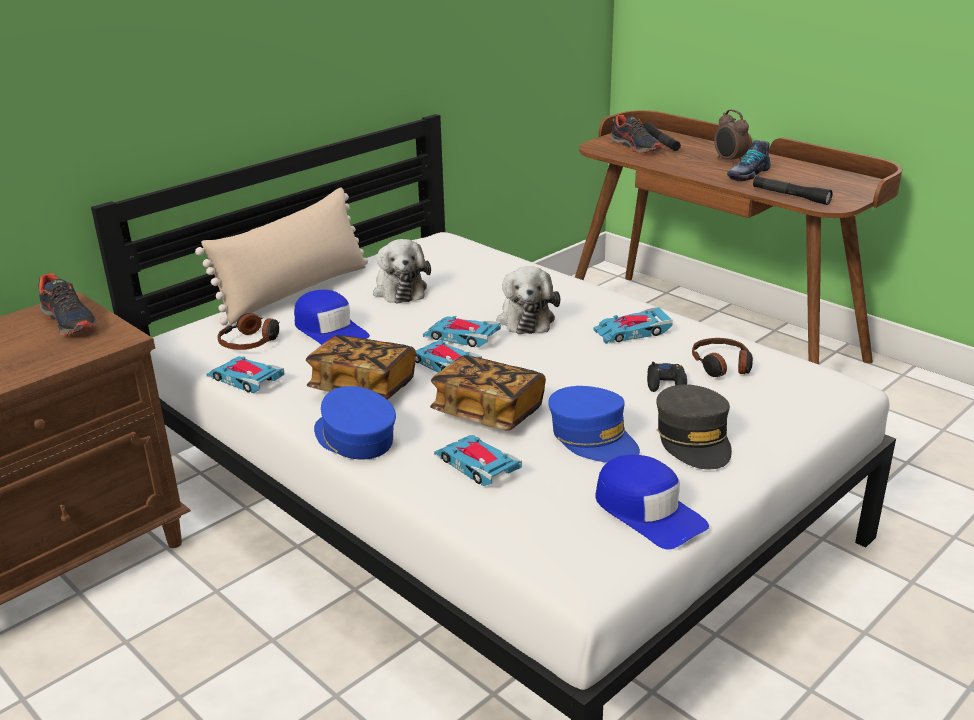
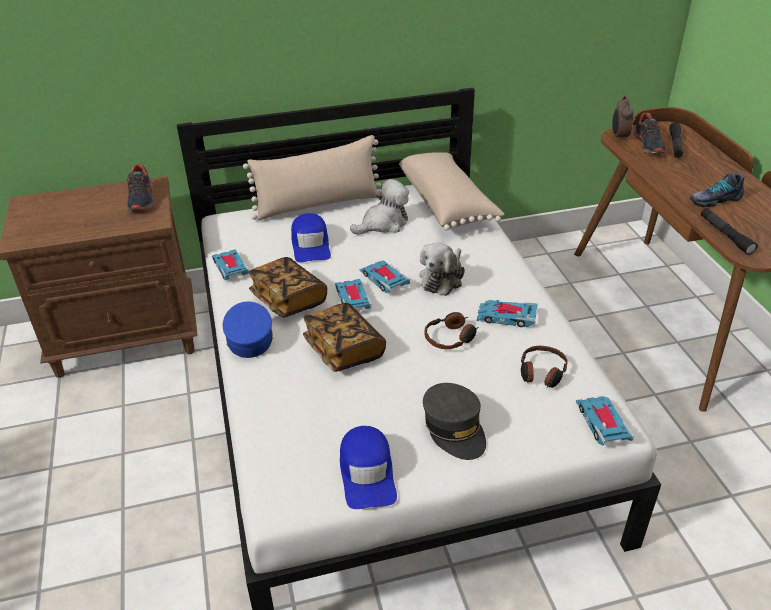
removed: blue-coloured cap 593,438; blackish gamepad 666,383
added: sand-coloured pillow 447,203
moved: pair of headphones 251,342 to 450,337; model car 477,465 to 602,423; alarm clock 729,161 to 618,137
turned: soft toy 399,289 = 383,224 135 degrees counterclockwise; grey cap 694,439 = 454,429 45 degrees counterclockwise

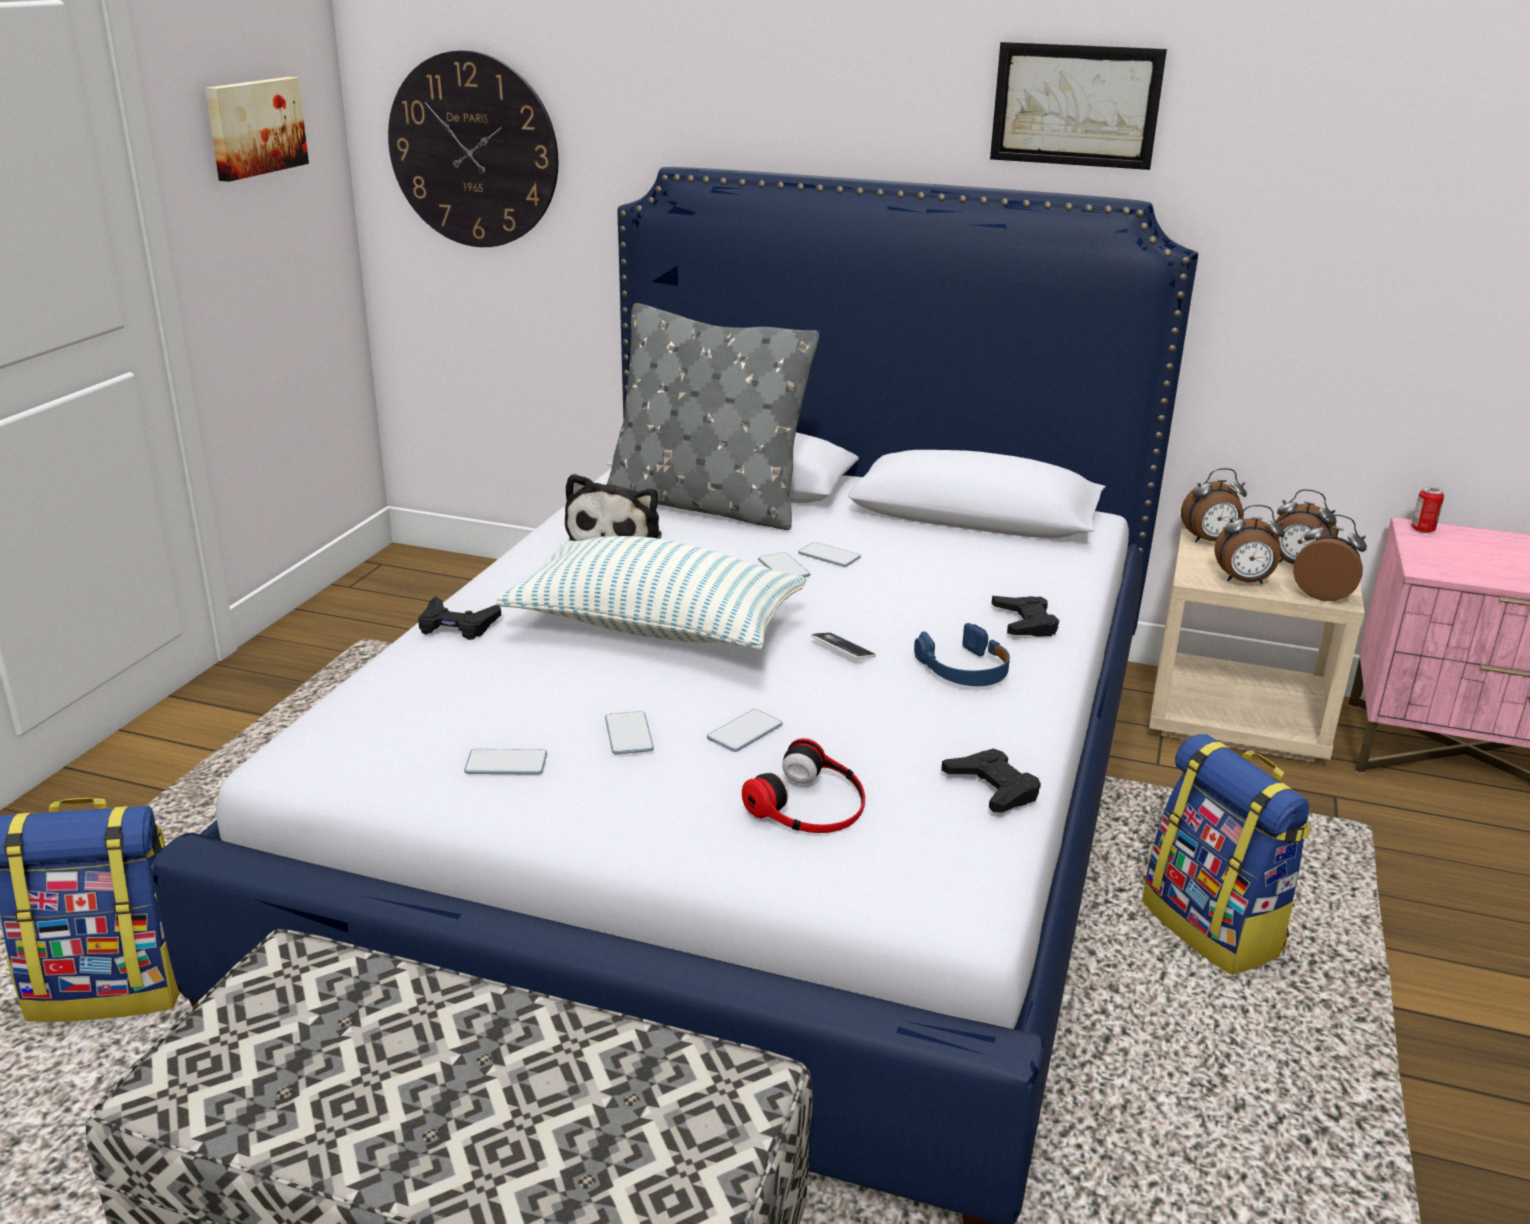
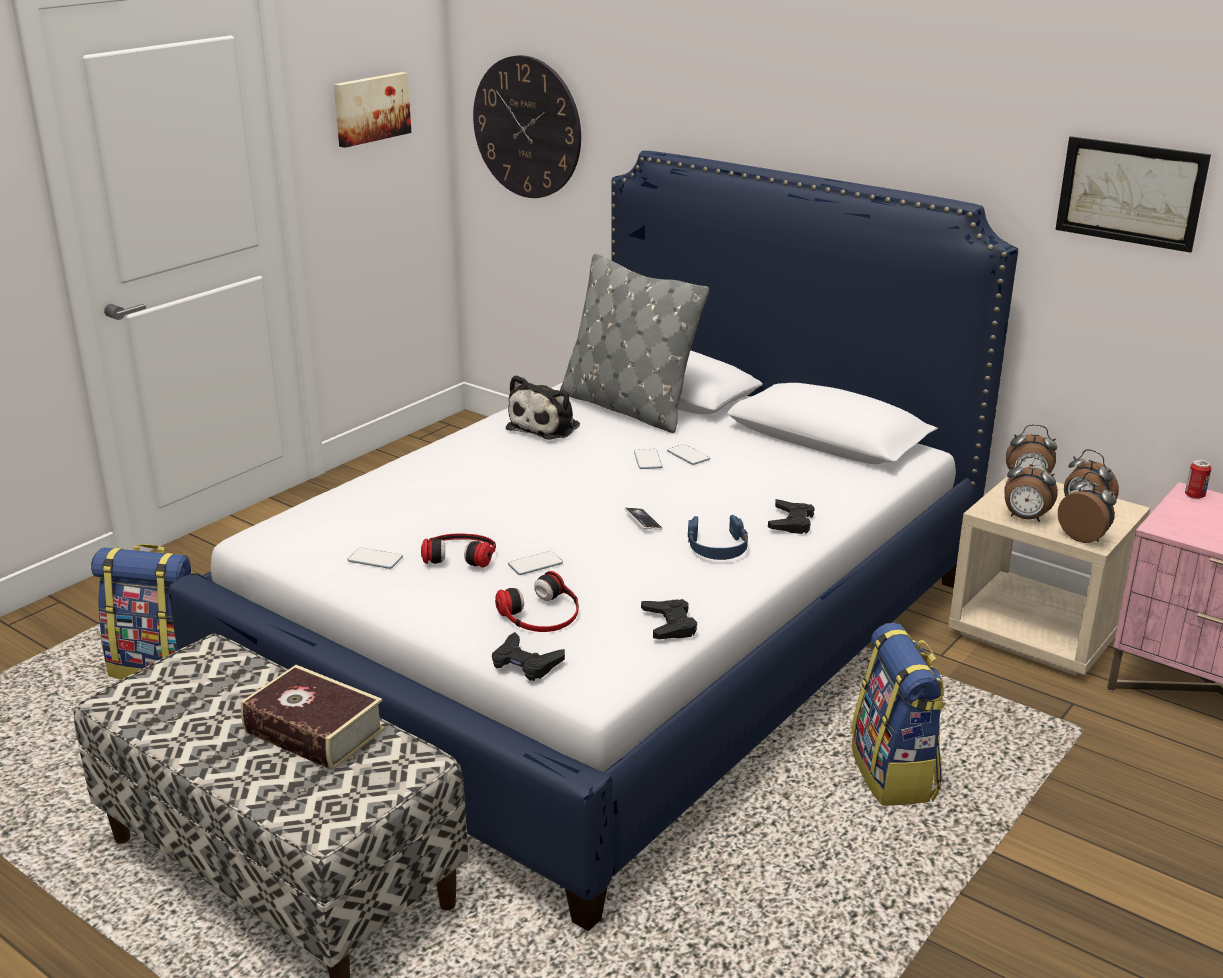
removed: pillow 655,628
added: book 314,731
moved: blackish gamepad 457,625 to 526,663; wall picture 1075,105 to 1130,193
replaced: telephone 629,734 to pair of headphones 460,554

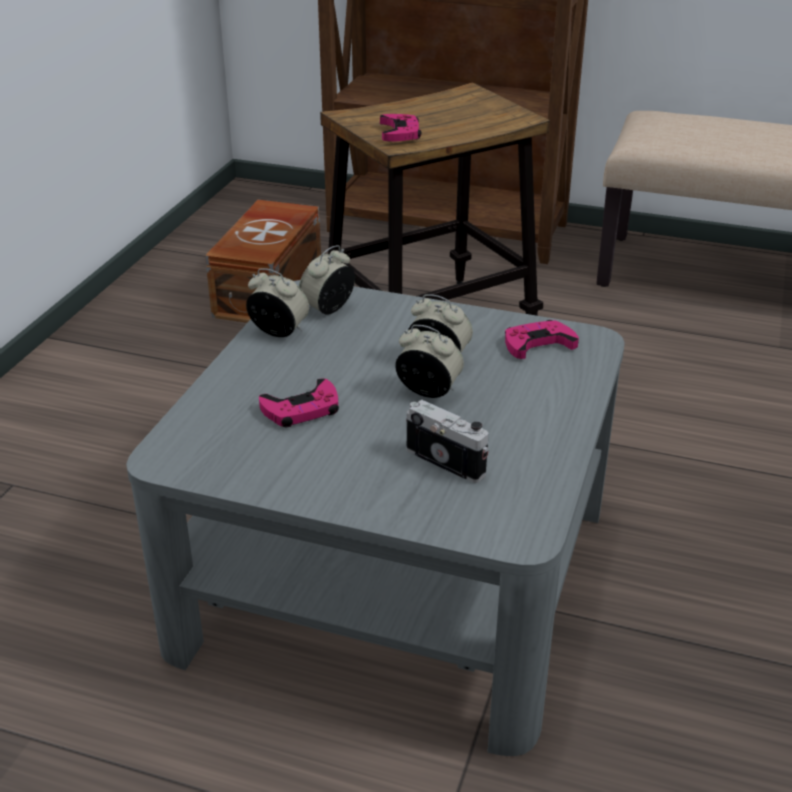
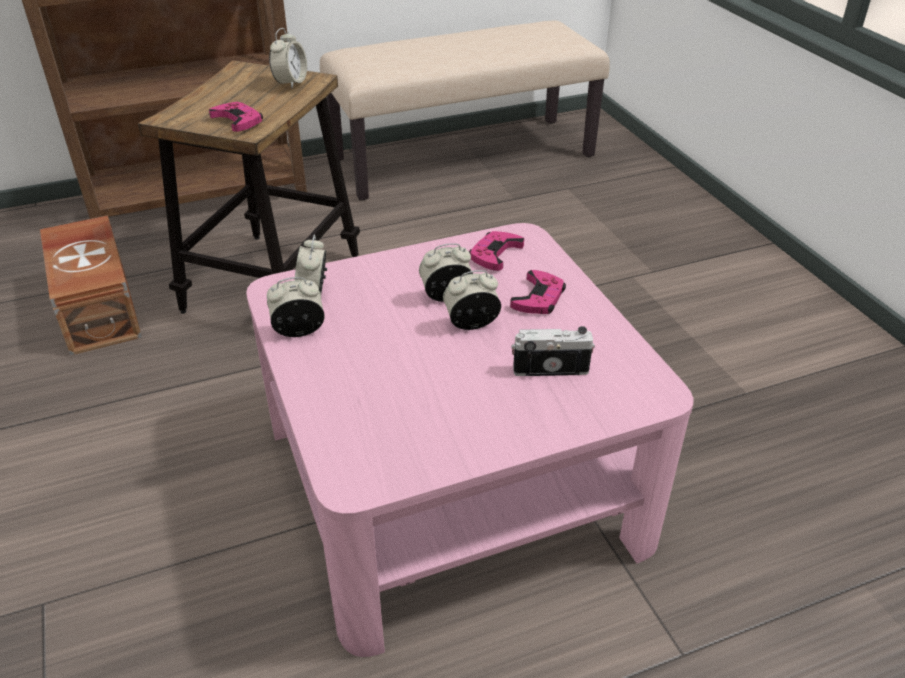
added: alarm clock 291,83
moved: pink gamepad 302,410 to 538,298
recoloured: grey coffee table 393,575 to pink coffee table 451,483

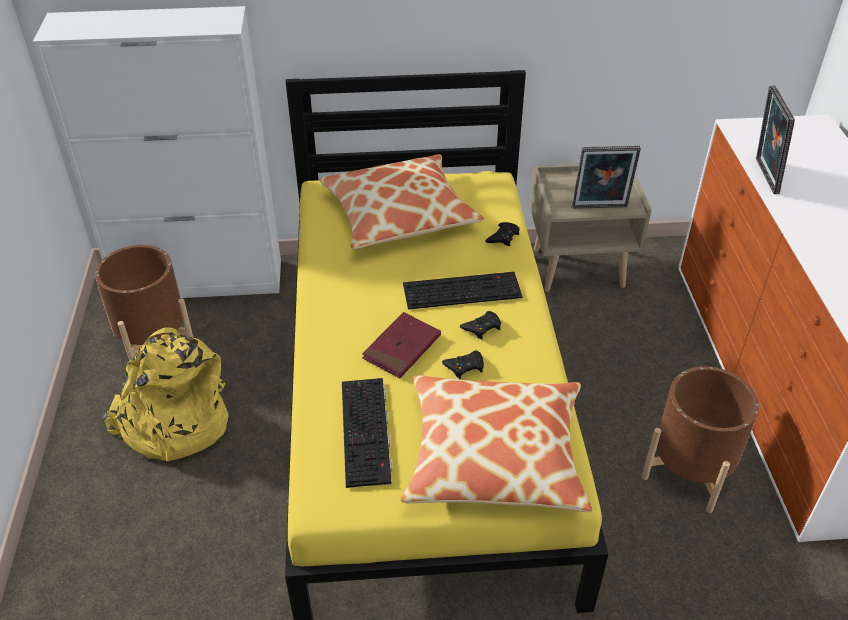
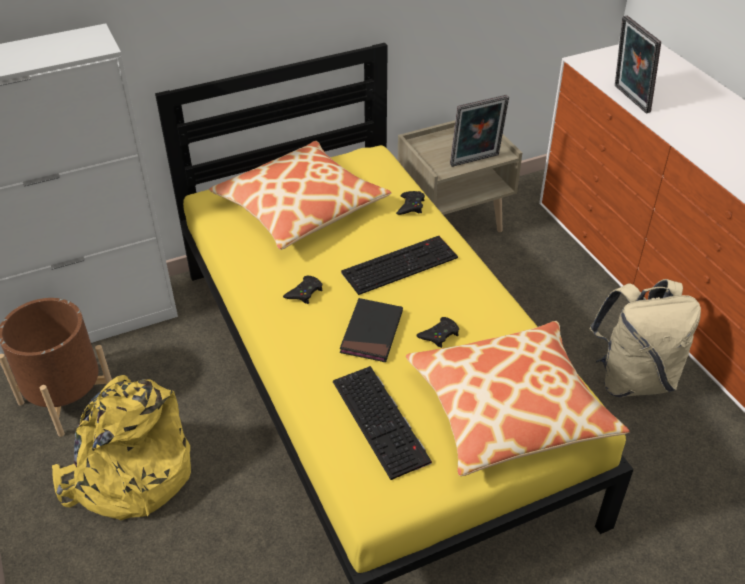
moved: blackish gamepad 482,327 to 304,292
replaced: brown plant pot 690,470 to sand-coloured rucksack 633,378
recoloured: reddish book 402,348 to blackish book 371,333

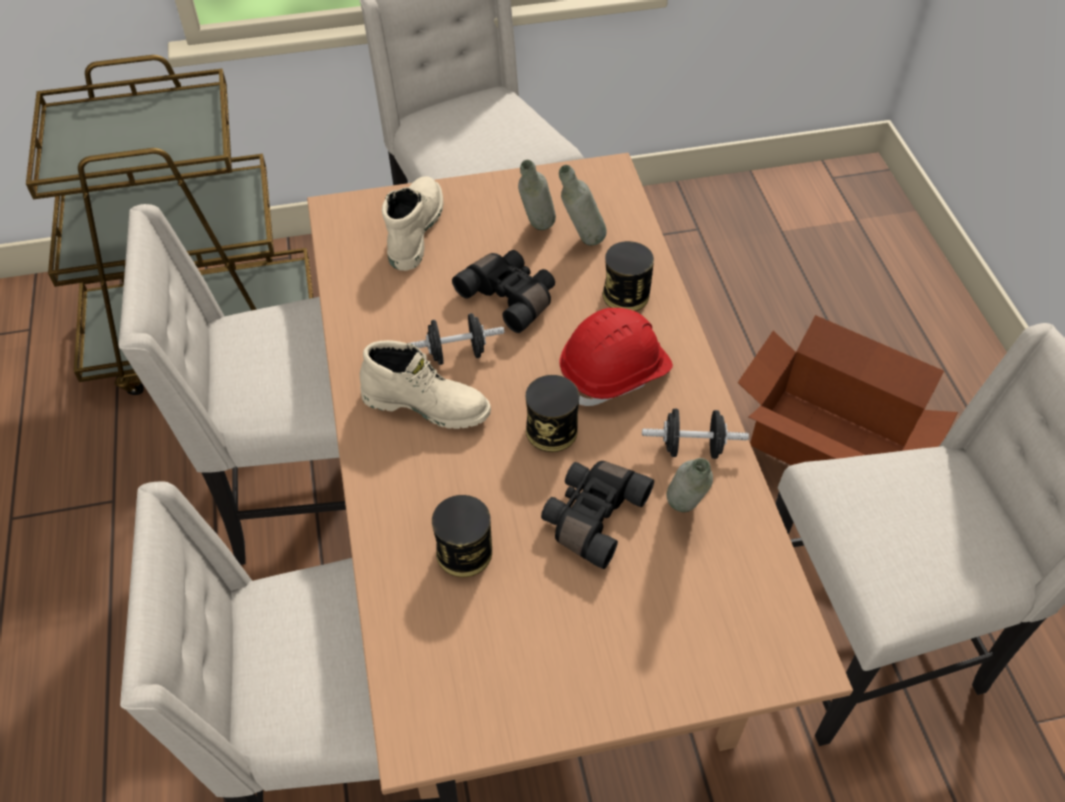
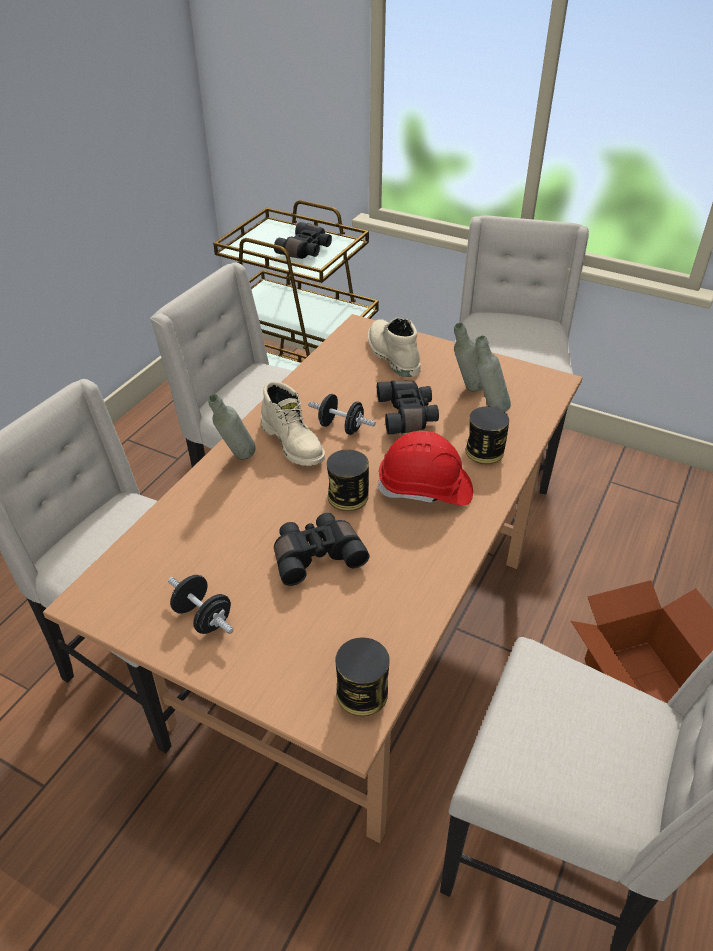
added: blackish binoculars 306,250
moved: blackish dumbbell 692,447 to 203,617; grey drink bottle 683,515 to 237,460; can 464,552 to 362,693
turned: sand-coloured boot 413,230 = 391,355 75 degrees counterclockwise

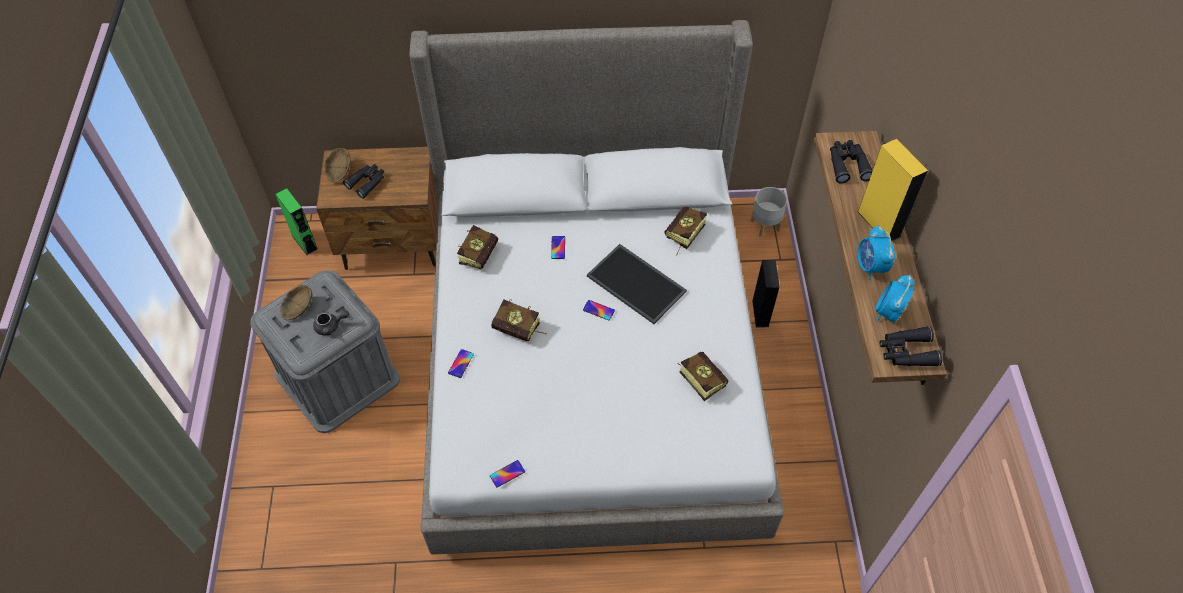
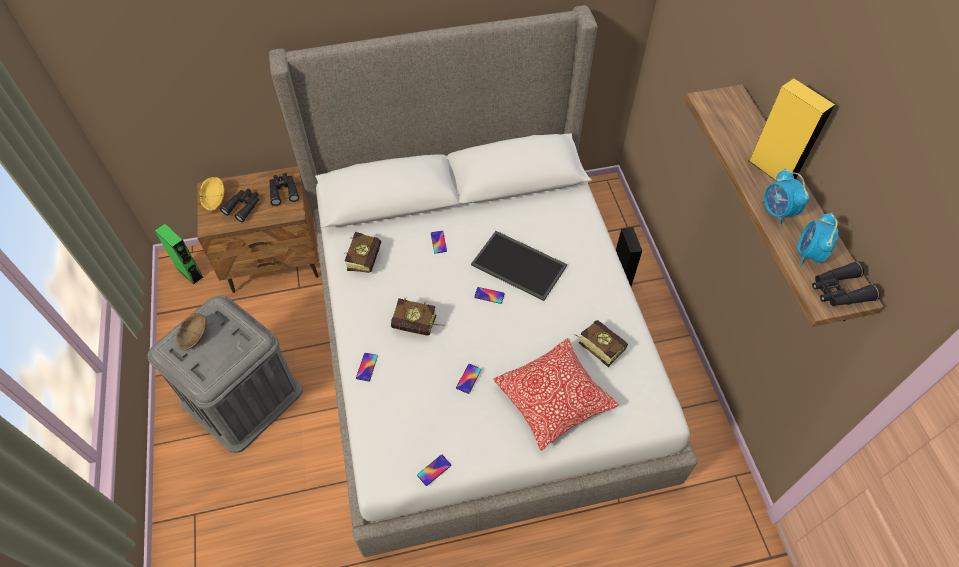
removed: grey tea pot 331,326; book 682,237; grey plant pot 765,225
added: telephone 468,378; pillow 553,399
moved: blackish binoculars 847,165 to 283,191
recoloured: brown deep dish 338,171 to yellowish deep dish 214,200

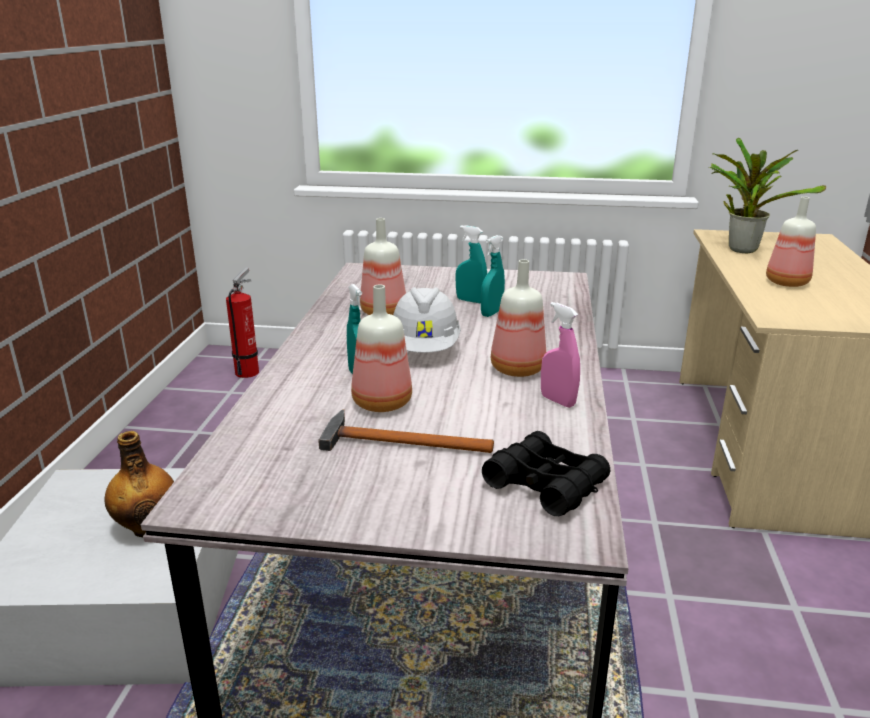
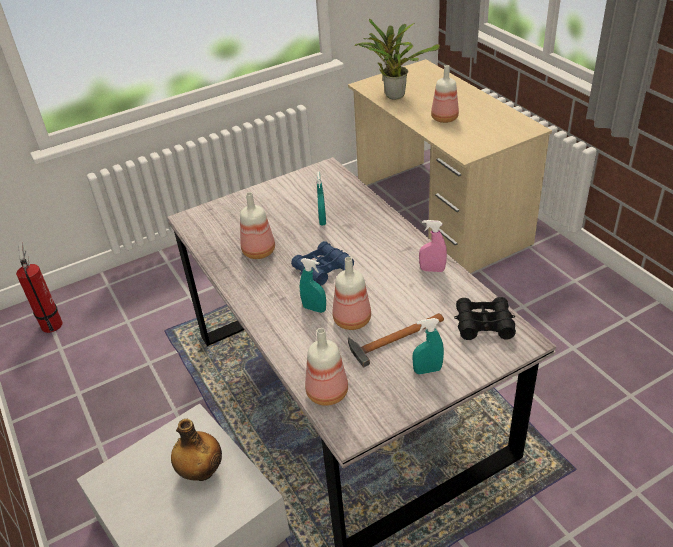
moved: drink bottle 517,370 to 327,394; turquoise hand sprayer 470,301 to 427,370
replaced: whitish work helmet 425,349 to blue-coloured binoculars 322,269

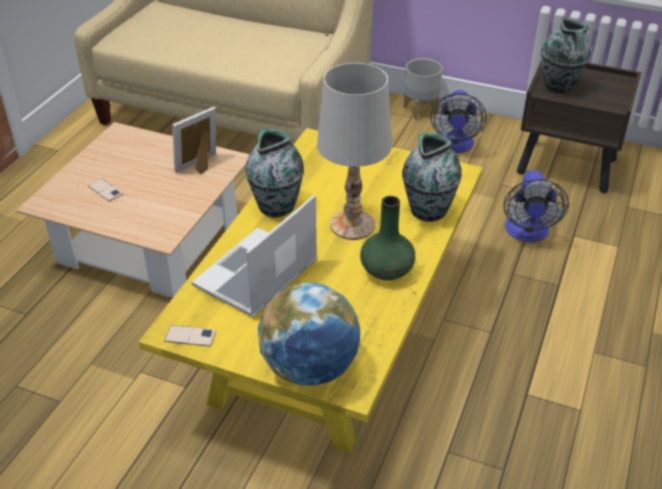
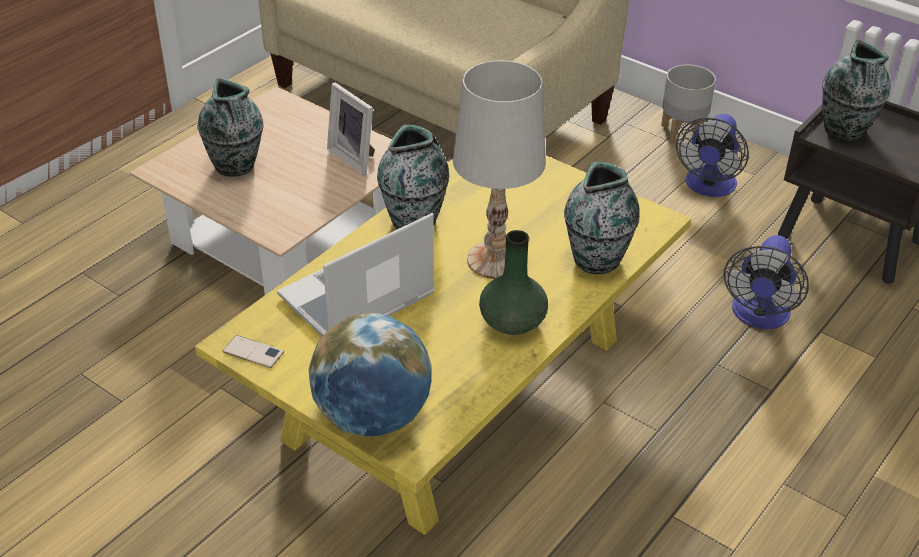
replaced: telephone 105,190 to vase 235,167
turned: standing frame 200,166 = 355,157 105 degrees counterclockwise

